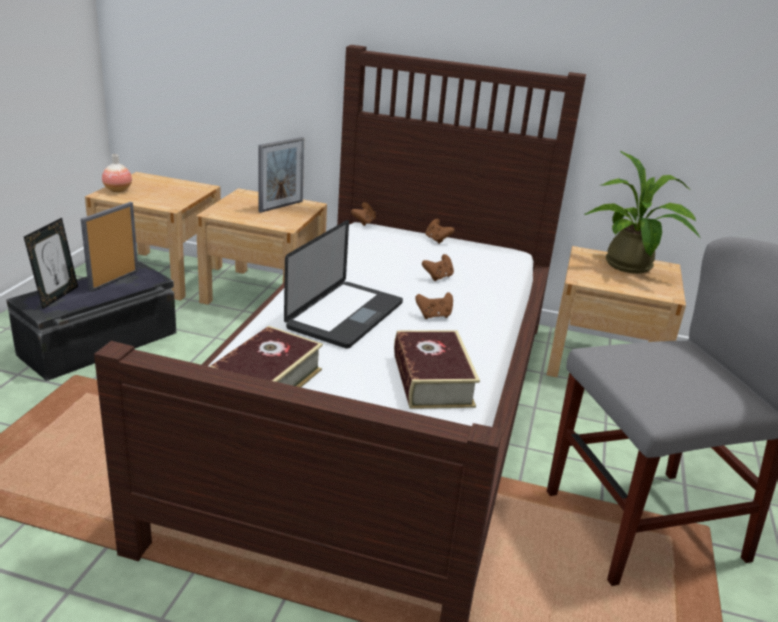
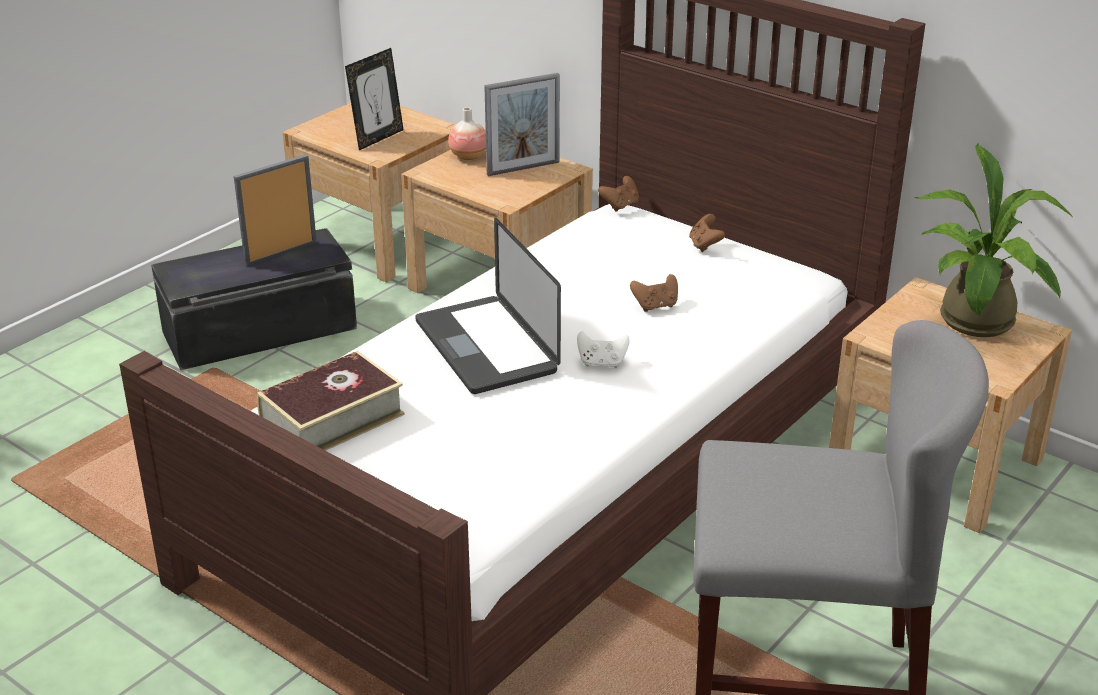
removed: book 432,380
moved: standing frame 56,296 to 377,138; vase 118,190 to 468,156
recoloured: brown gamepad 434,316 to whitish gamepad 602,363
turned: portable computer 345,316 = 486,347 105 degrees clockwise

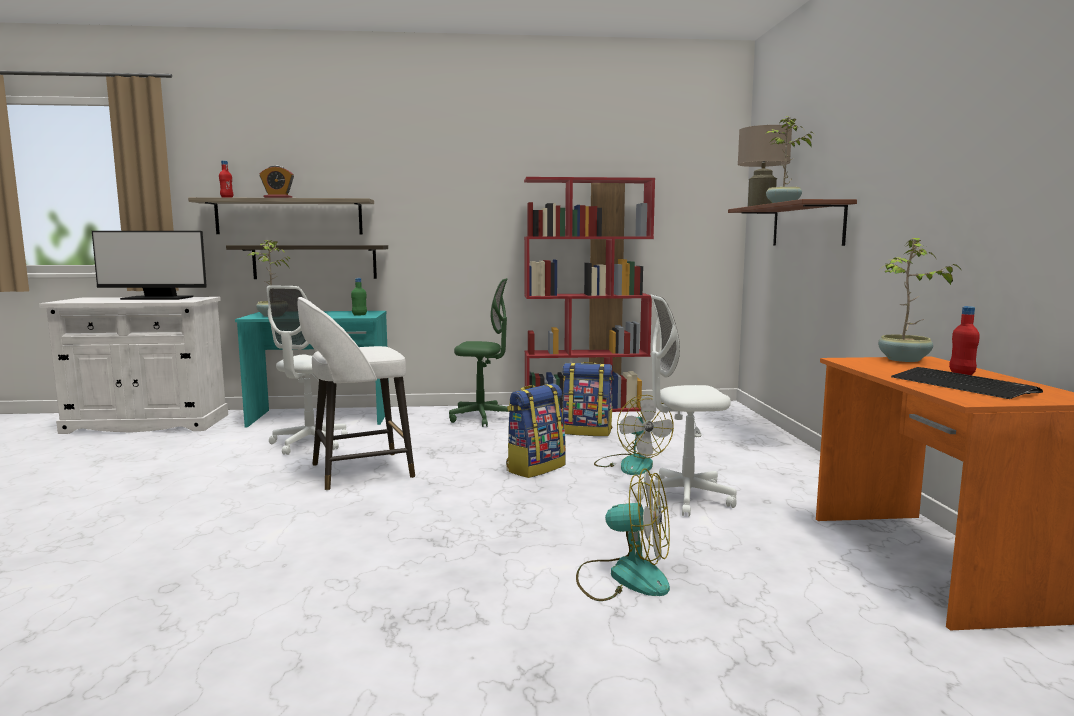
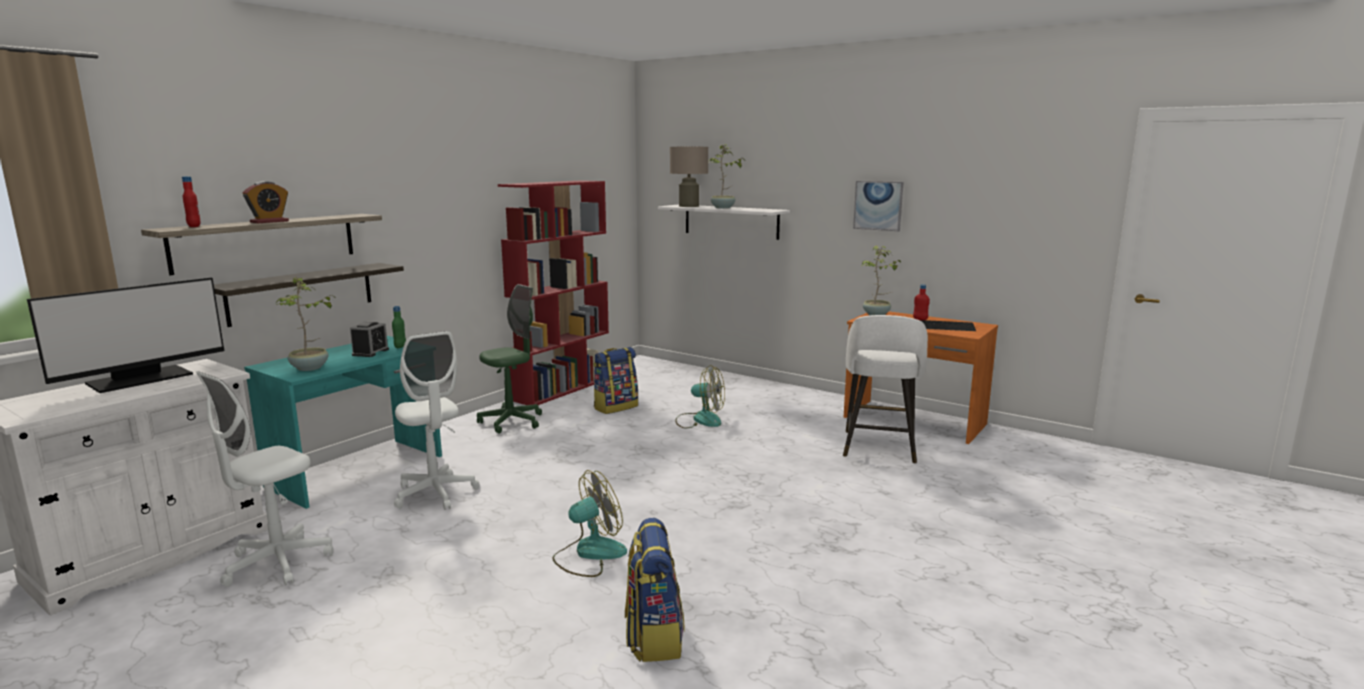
added: alarm clock 370,352; wall picture 878,205
moved: whitish desk chair 684,498 to 277,563; cooling fan 624,577 to 589,554; rucksack 535,468 to 653,636; whitish stool seat 358,471 to 879,448
recoloured: brown wall shelf 807,225 to whitish wall shelf 731,221

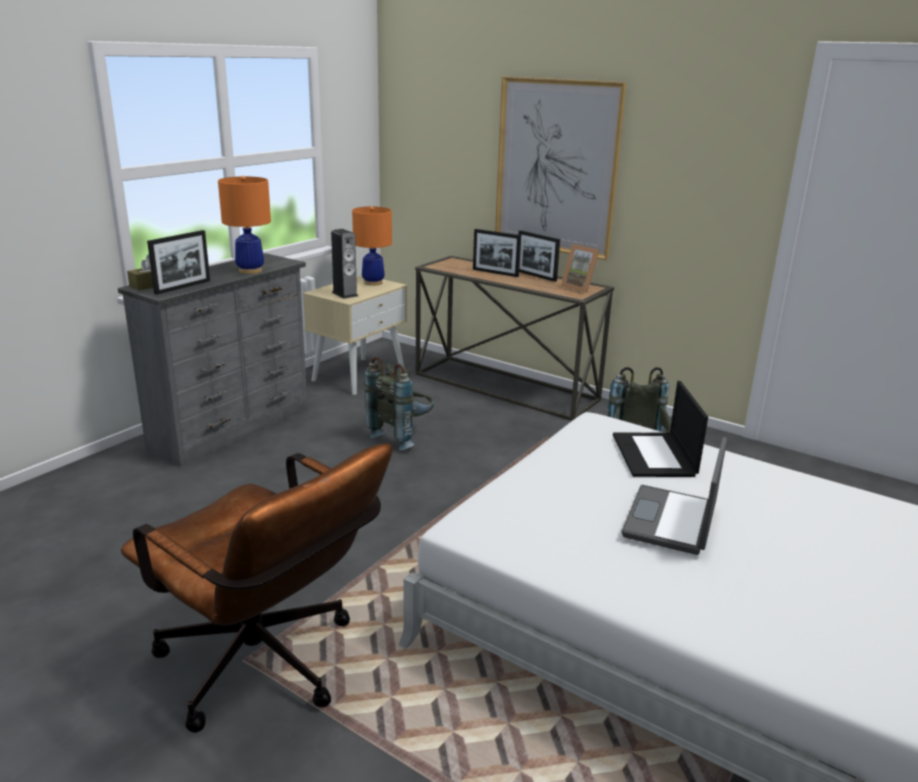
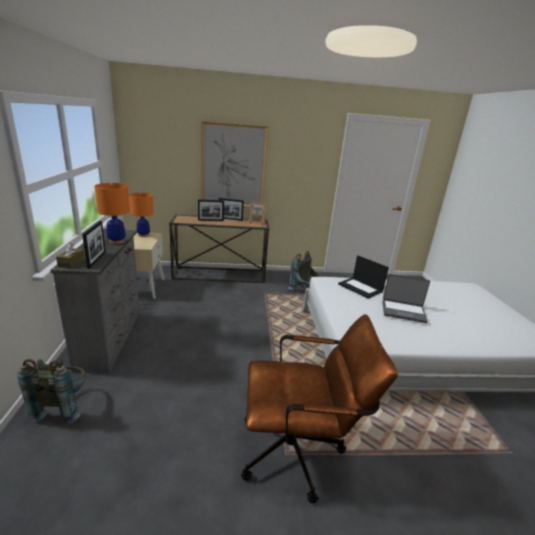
removed: audio speaker 345,294
moved: grey rucksack 402,436 to 63,406
turned: portable computer 672,521 = 403,311 60 degrees counterclockwise

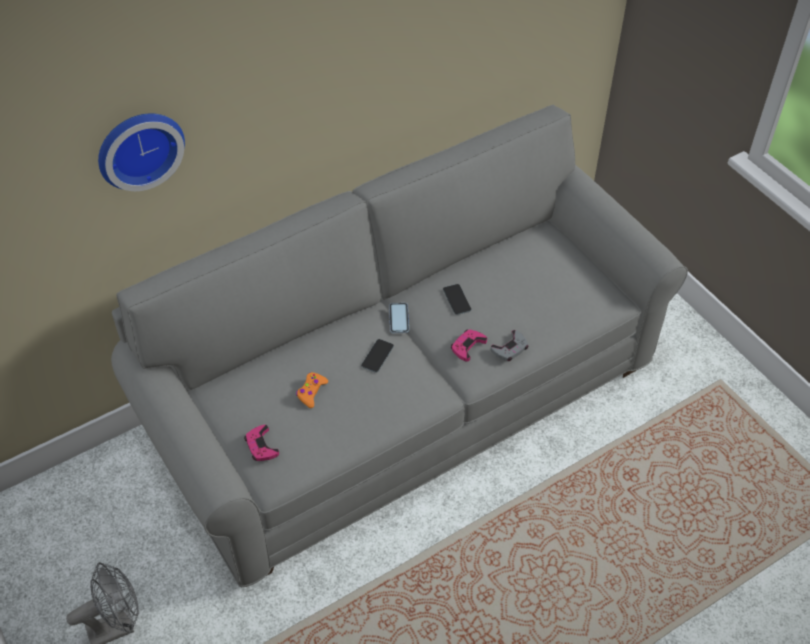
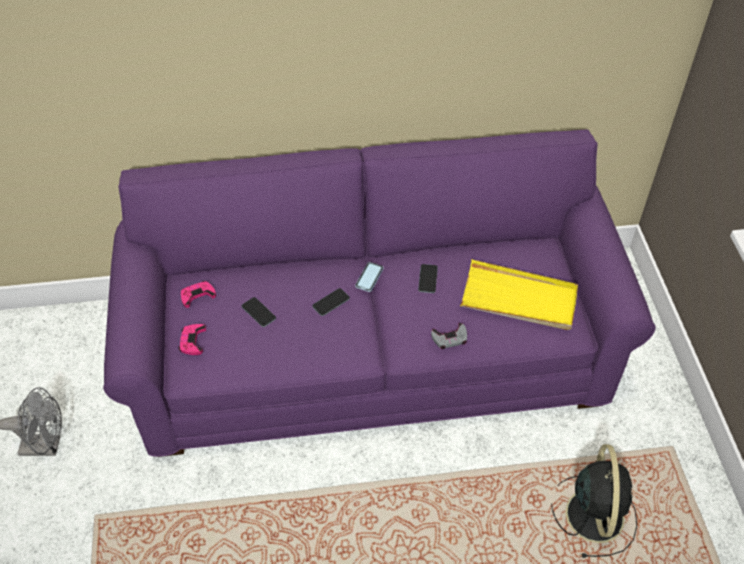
removed: clock on the wall 138,147
added: yellowish serving tray 519,299; blackish cooling fan 594,513
moved: pink gamepad 467,346 to 197,295
replaced: orangey gamepad 311,392 to telephone 258,312
recoloured: grey sofa 405,397 to purple sofa 373,352

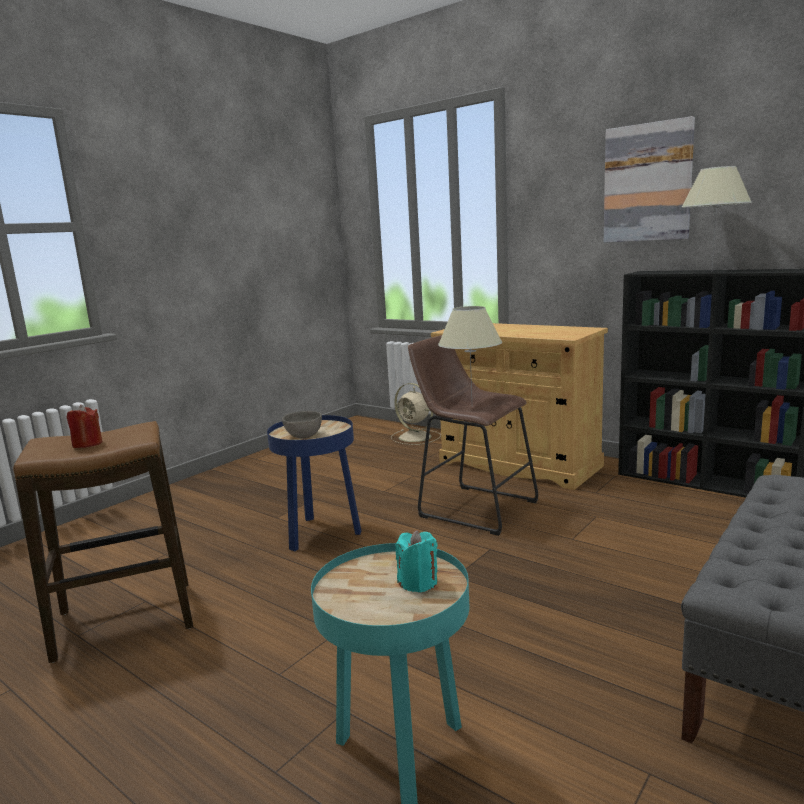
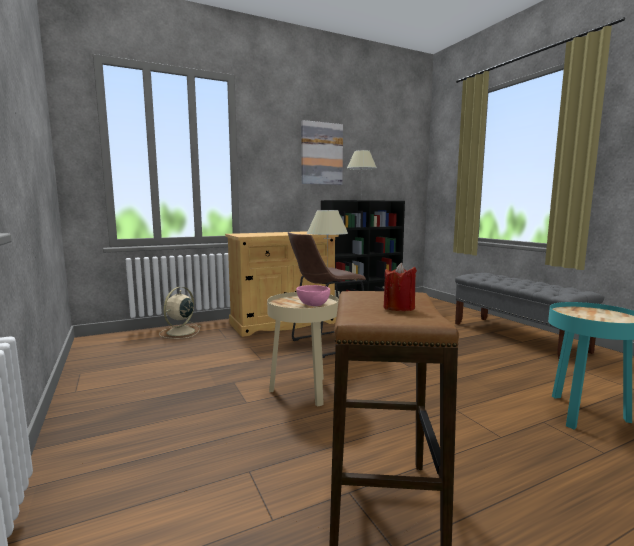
removed: turquoise wax light 418,582
recoloured: blue-coloured side table 321,533 to sand-coloured side table 303,390; grey deep dish 303,436 to pink deep dish 313,305
turned: sand-coloured cooling fan 416,437 = 180,332 135 degrees clockwise

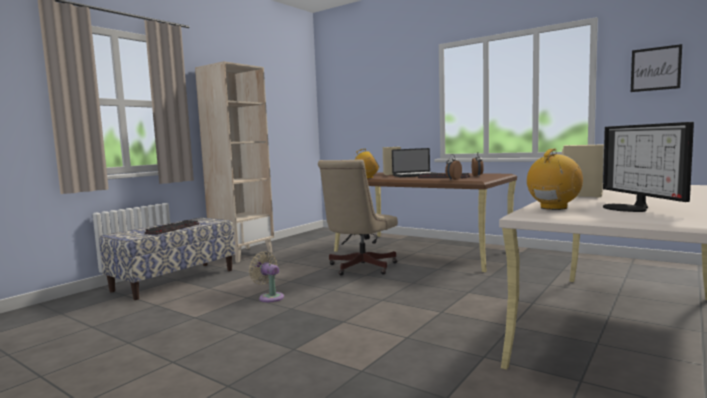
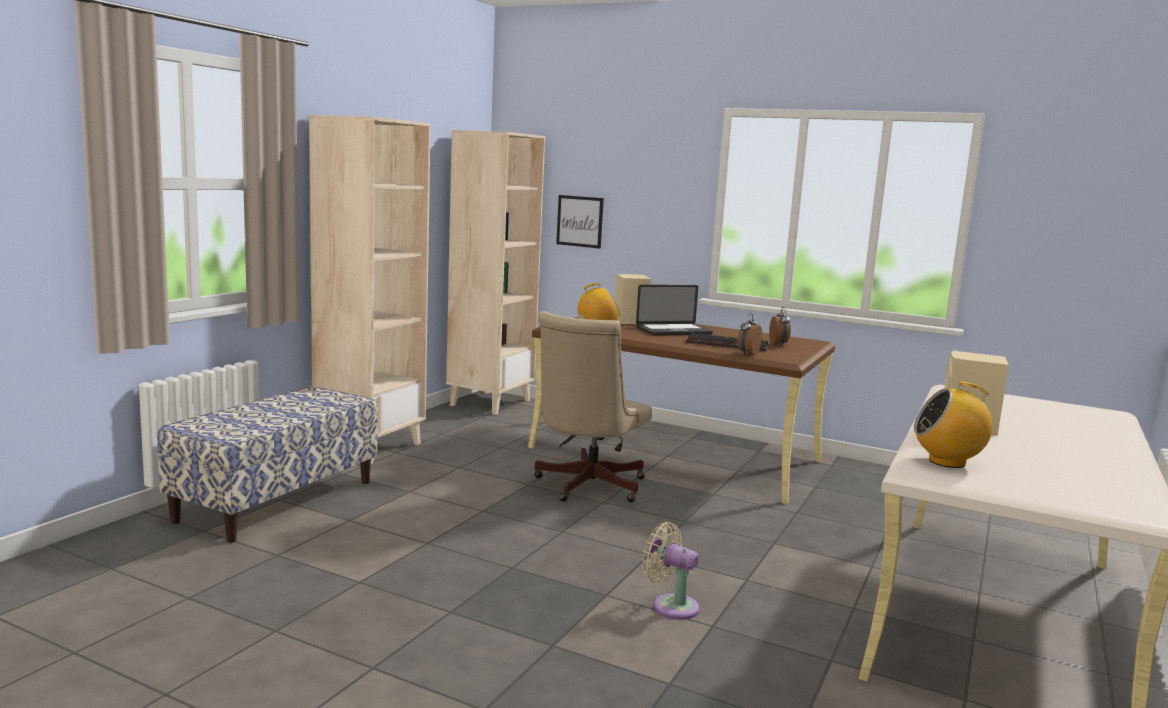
removed: computer keyboard 173,228; computer display 630,208
added: sand-coloured shelving unit 490,402
moved: wall picture 655,69 to 580,221; sand-coloured cooling fan 270,297 to 671,605
turned: radio set 553,207 = 947,462 120 degrees counterclockwise

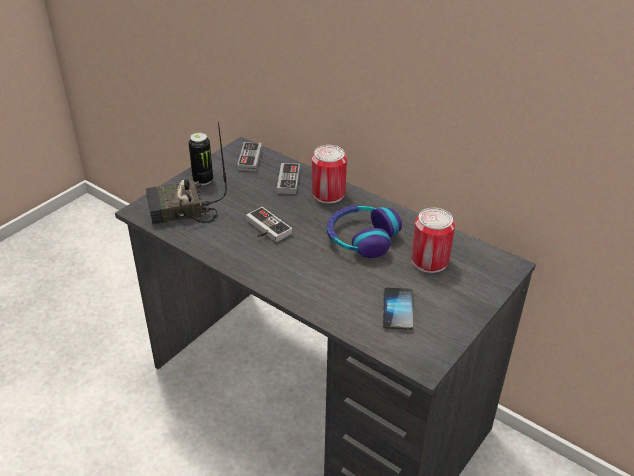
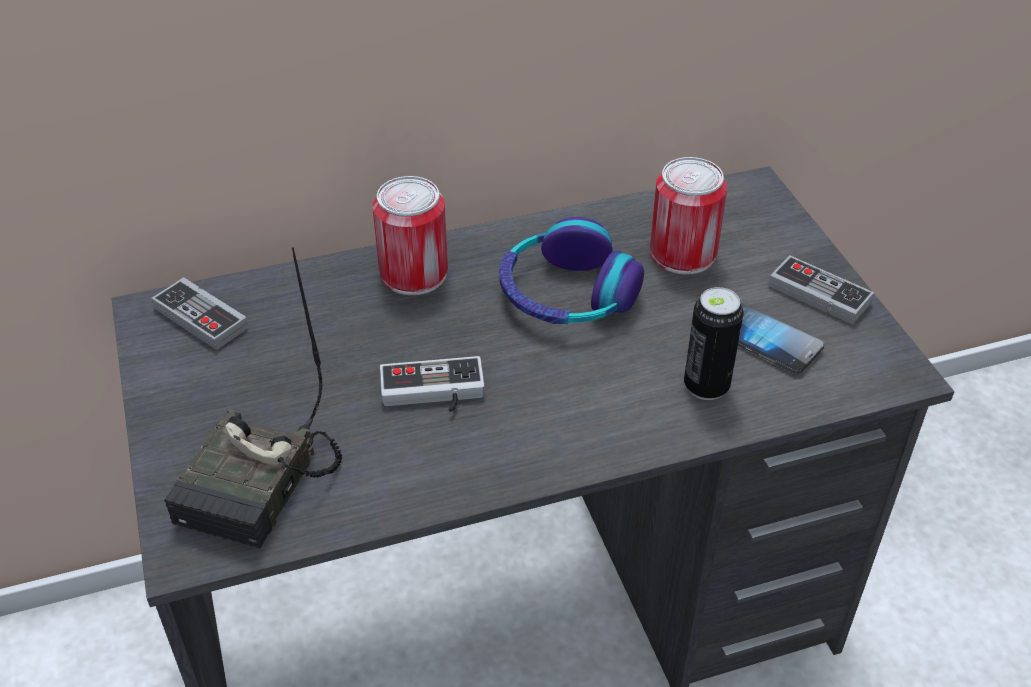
moved: can 203,180 to 706,386; gamepad 288,181 to 819,294

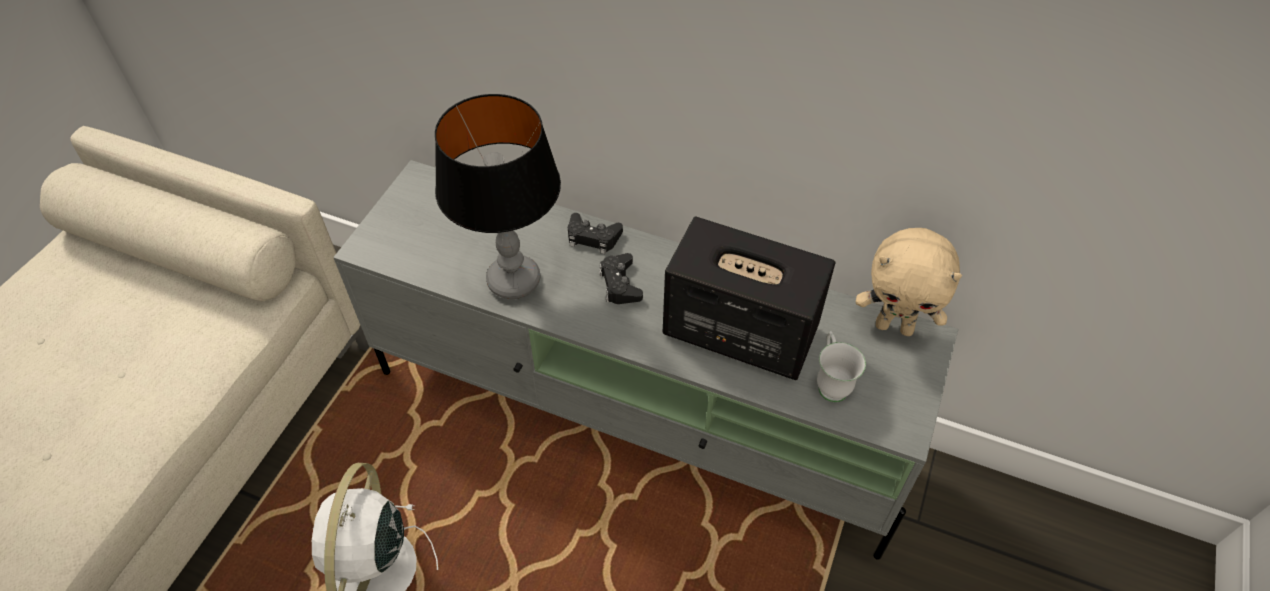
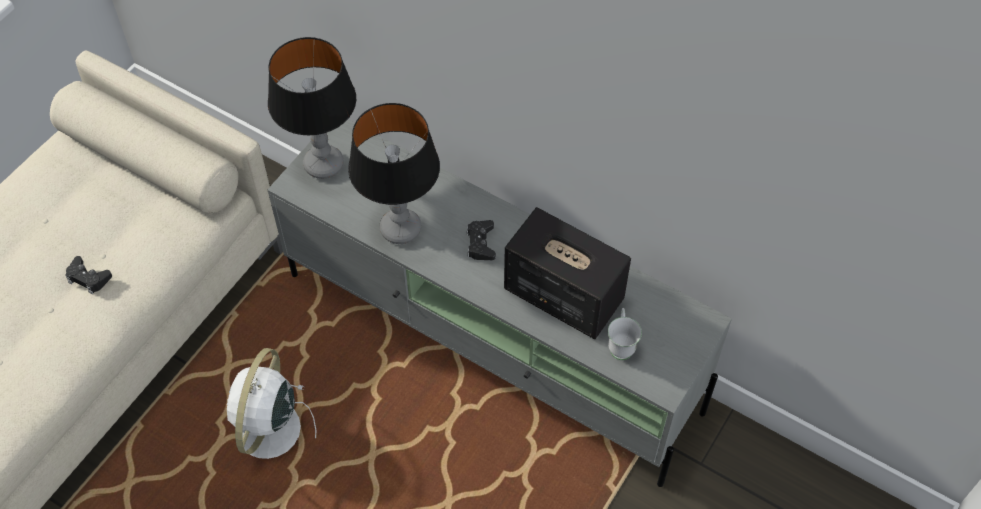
removed: sand-coloured soft toy 895,326
added: tabletop lamp 324,164
moved: blackish gamepad 593,237 to 88,278

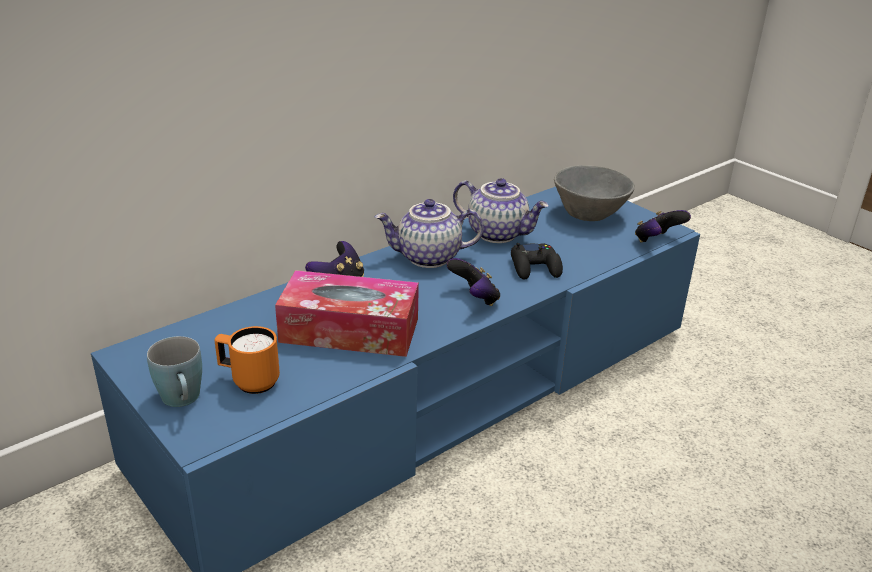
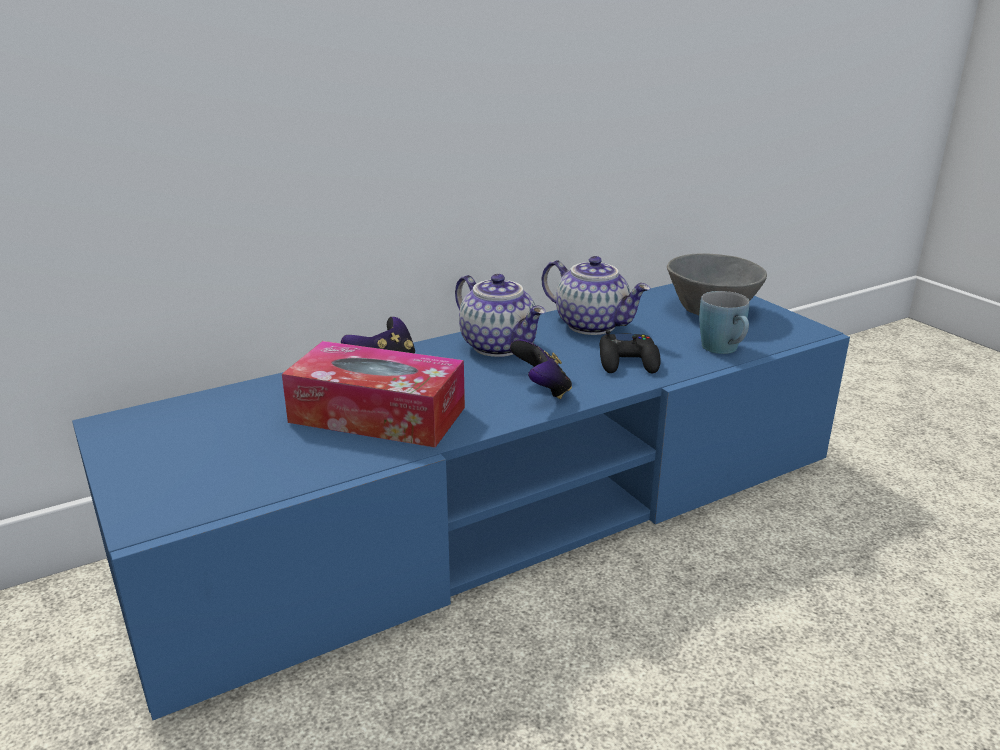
removed: orangey mug 249,381; gamepad 657,241
moved: blue-coloured mug 183,401 to 724,350
turned: tea pot 428,258 = 500,346 135 degrees counterclockwise

